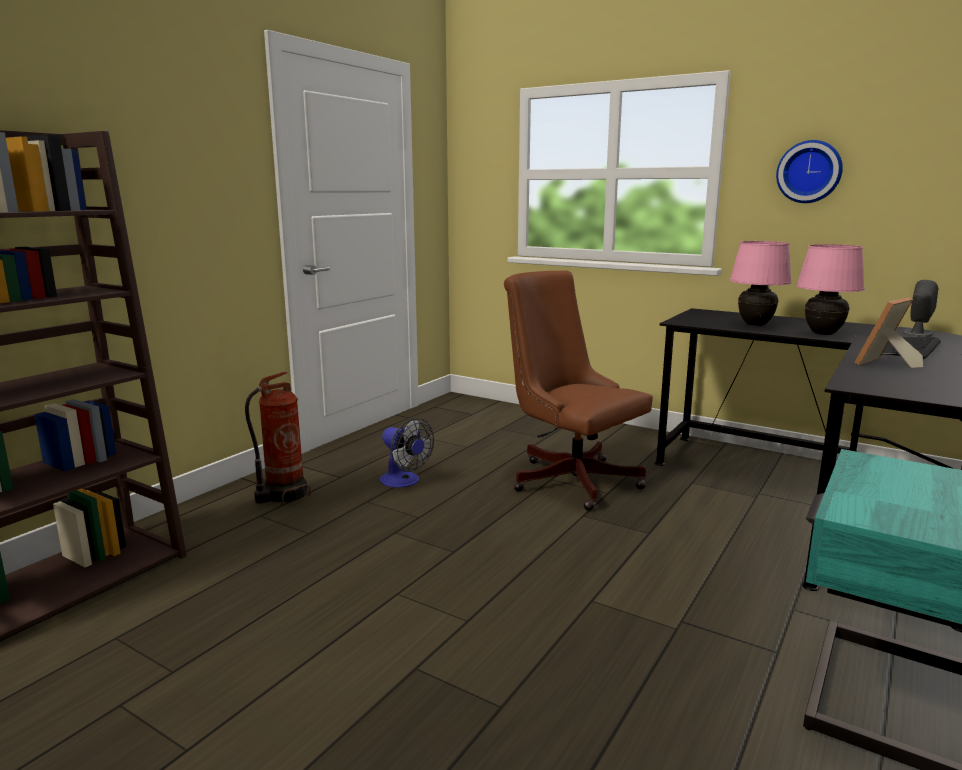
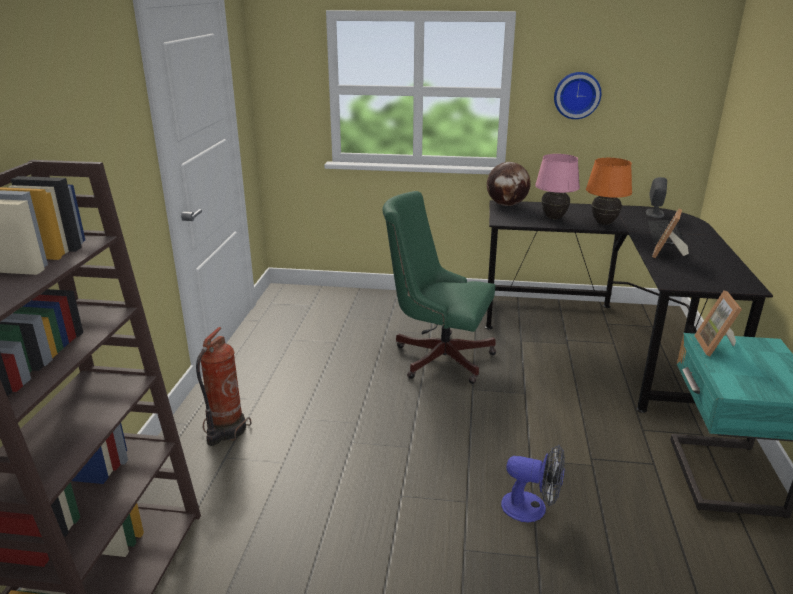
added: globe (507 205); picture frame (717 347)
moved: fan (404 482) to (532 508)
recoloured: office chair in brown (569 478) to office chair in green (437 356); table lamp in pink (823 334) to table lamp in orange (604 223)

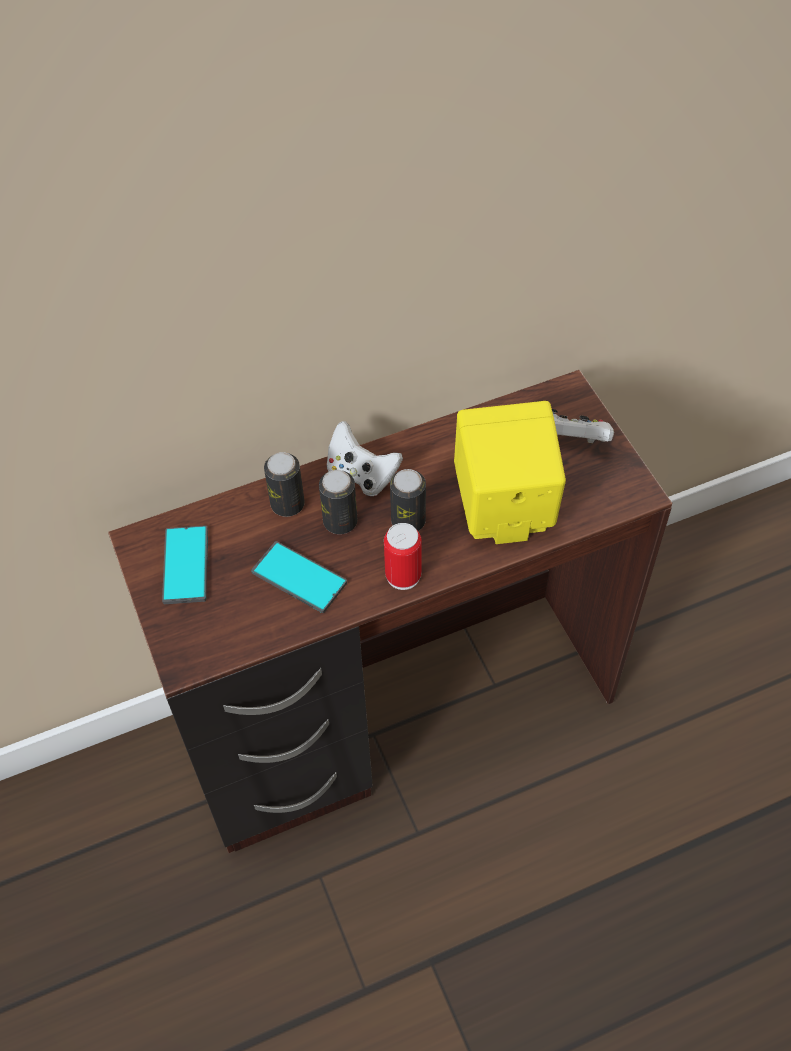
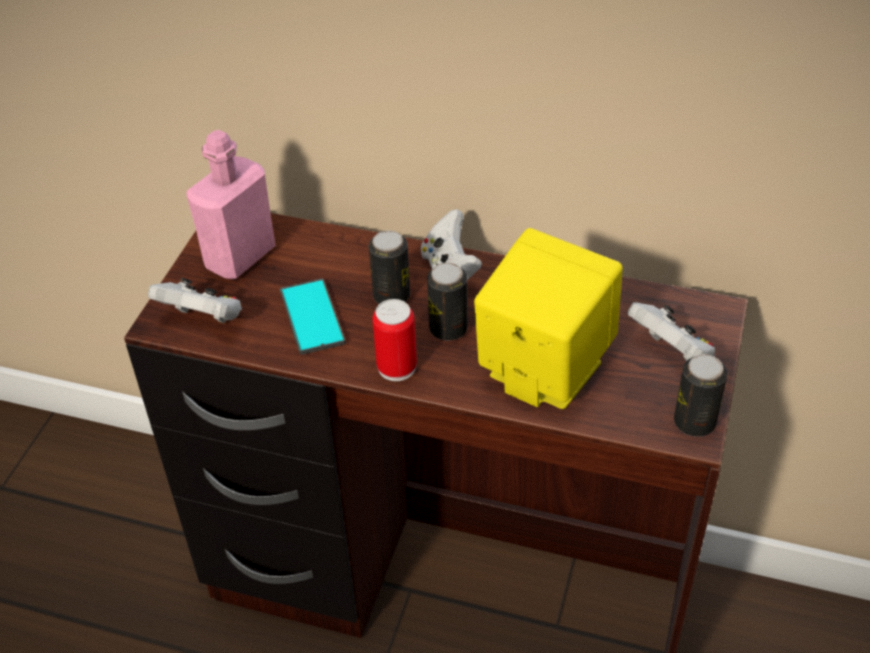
added: game controller in white (203 319)
moved: can (287 504) to (694 422)
replaced: phone (186 565) to bottle in pink (240 257)

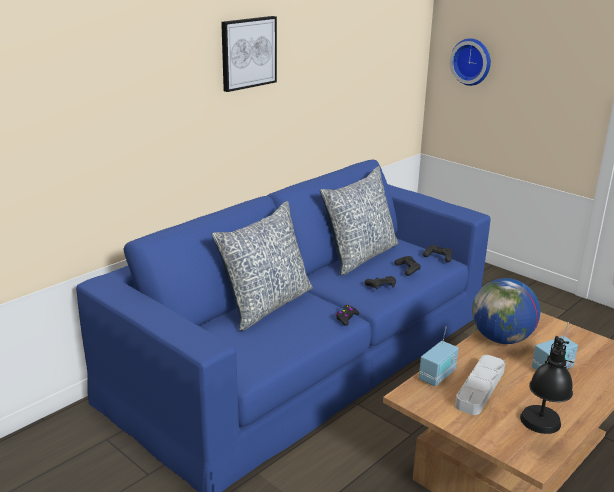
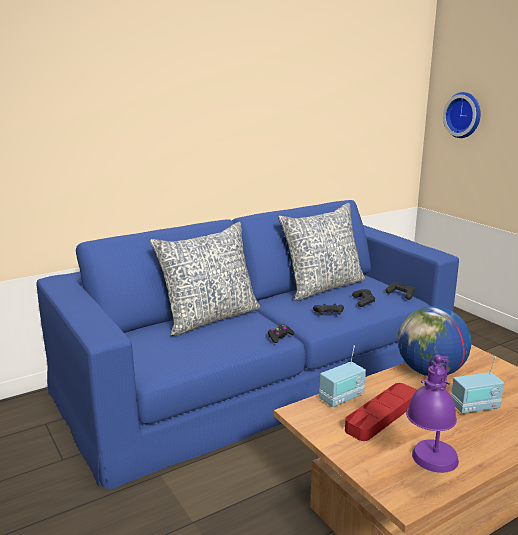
removed: picture (248 53)
recoloured: tray in grey (480 388) to tray in red (382 415); table lamp in black (541 432) to table lamp in purple (430 469)

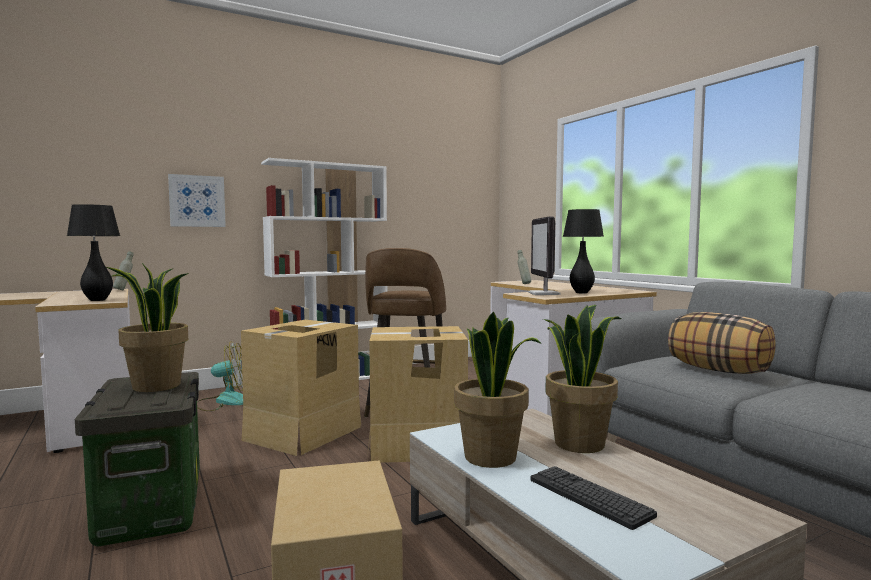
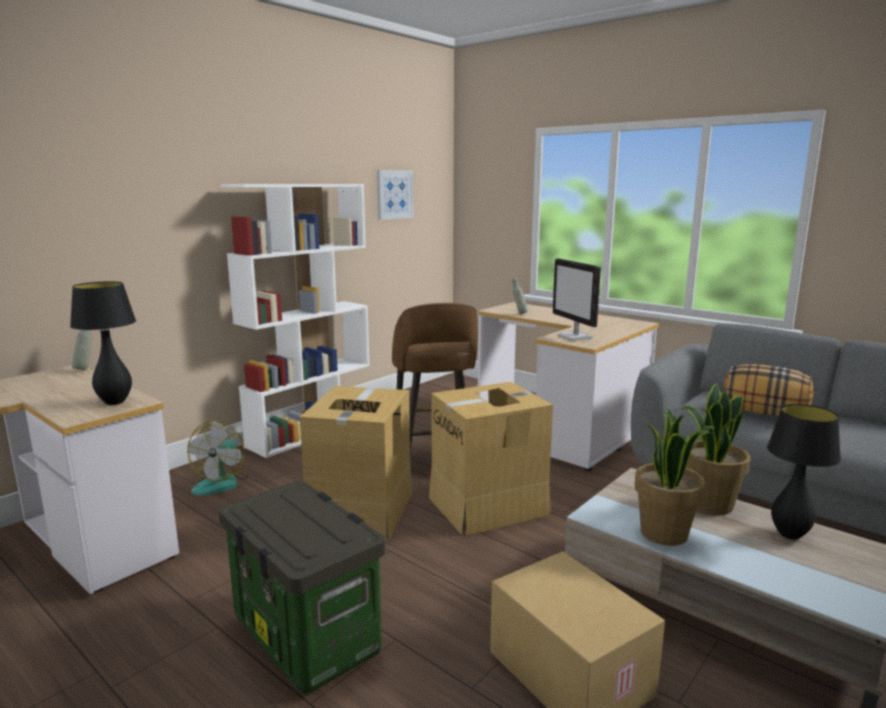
removed: potted plant (156 386); keyboard (589 497)
moved: picture (197 201) to (394 194); table lamp in black (581 293) to (789 534)
turned: fan (224 401) = (221 482) 135 degrees clockwise

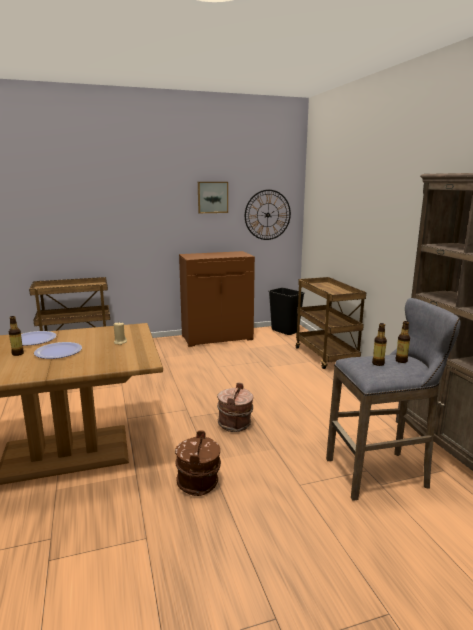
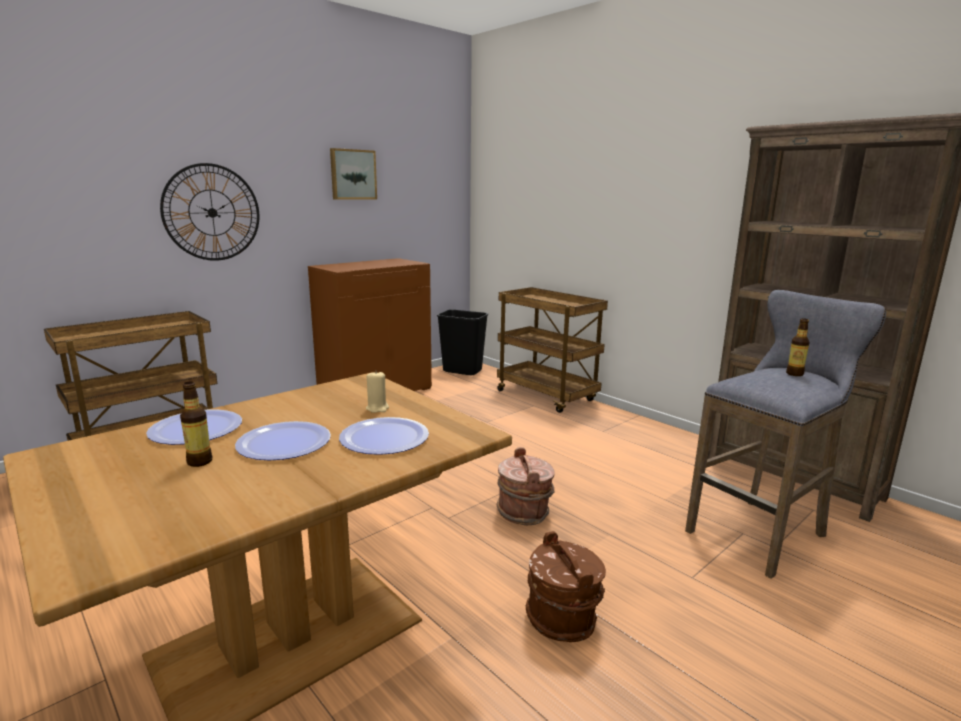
removed: bottle (378 363)
added: plate (384 438)
moved: wall clock (267 215) to (212 212)

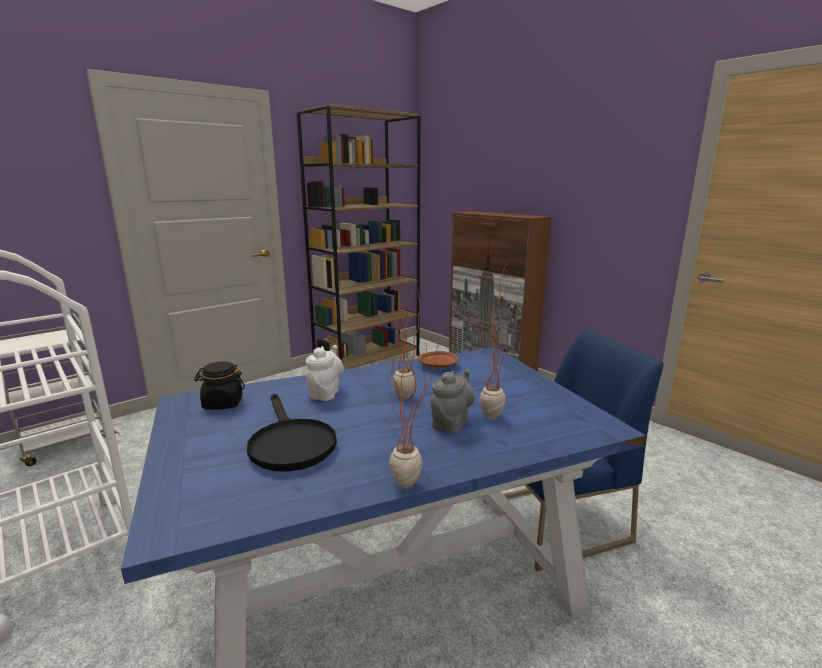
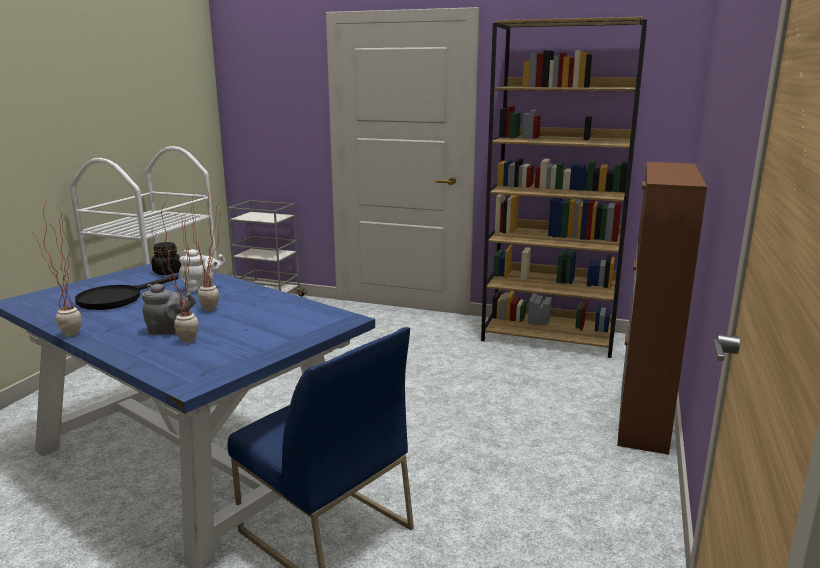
removed: plate in brown (439 365)

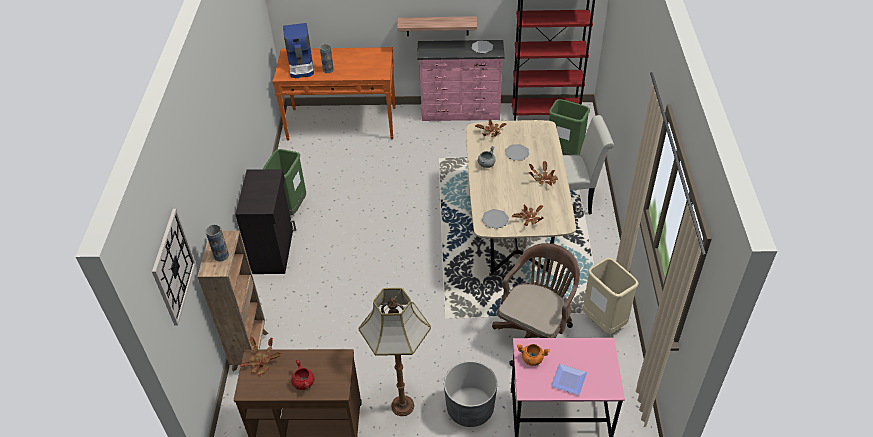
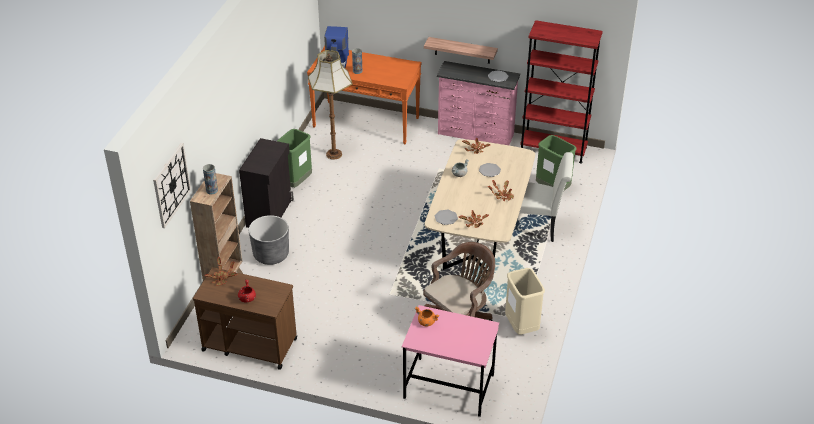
removed: plate (570 380)
moved: floor lamp (402 405) to (334 154); planter in grey (470 408) to (271 254)

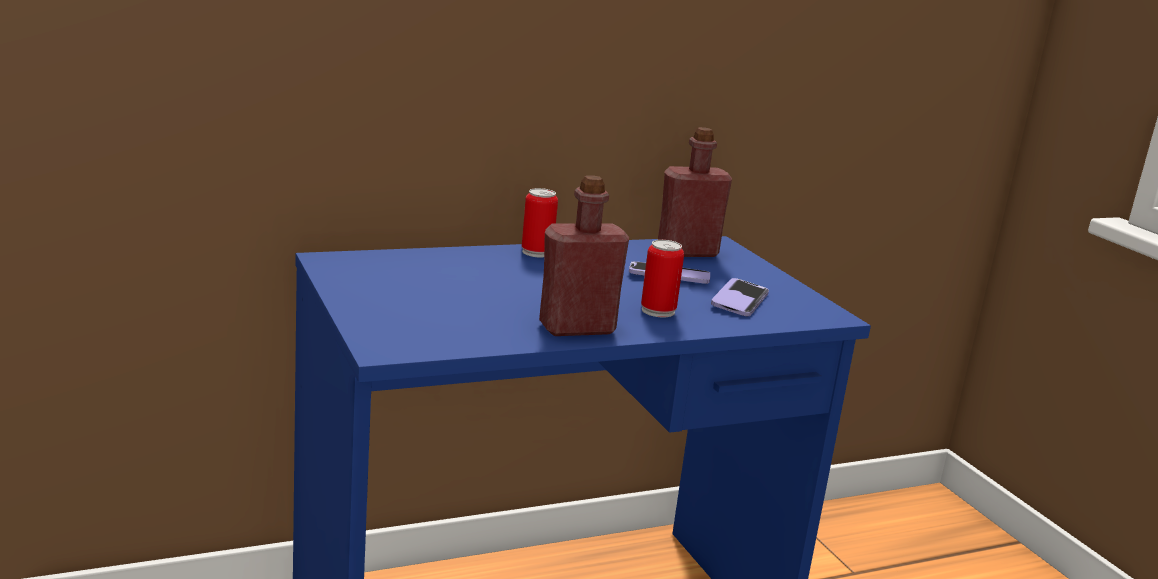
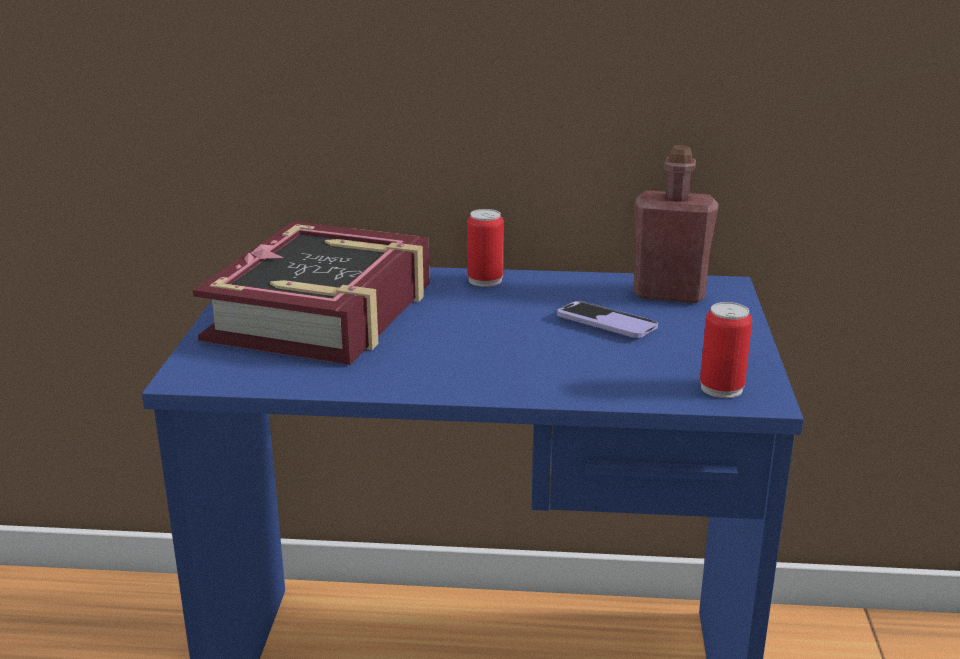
removed: bottle in red (577 328); phone (740 300)
added: book (323 312)
moved: can (658 311) to (721 388)

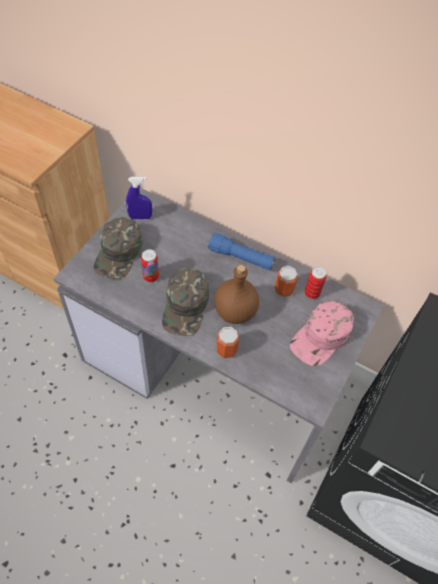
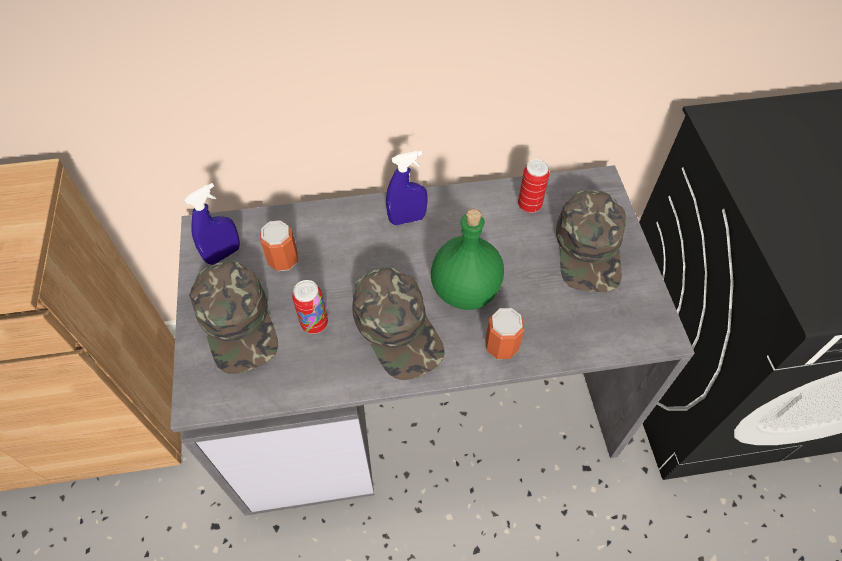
moved: can (284 289) to (283 260)
replaced: flashlight in blue (241 257) to spray bottle in blue (407 219)
recoloured: bottle in brown (235 312) to bottle in green (466 291); cap in pink (321 337) to cap in green (590 249)

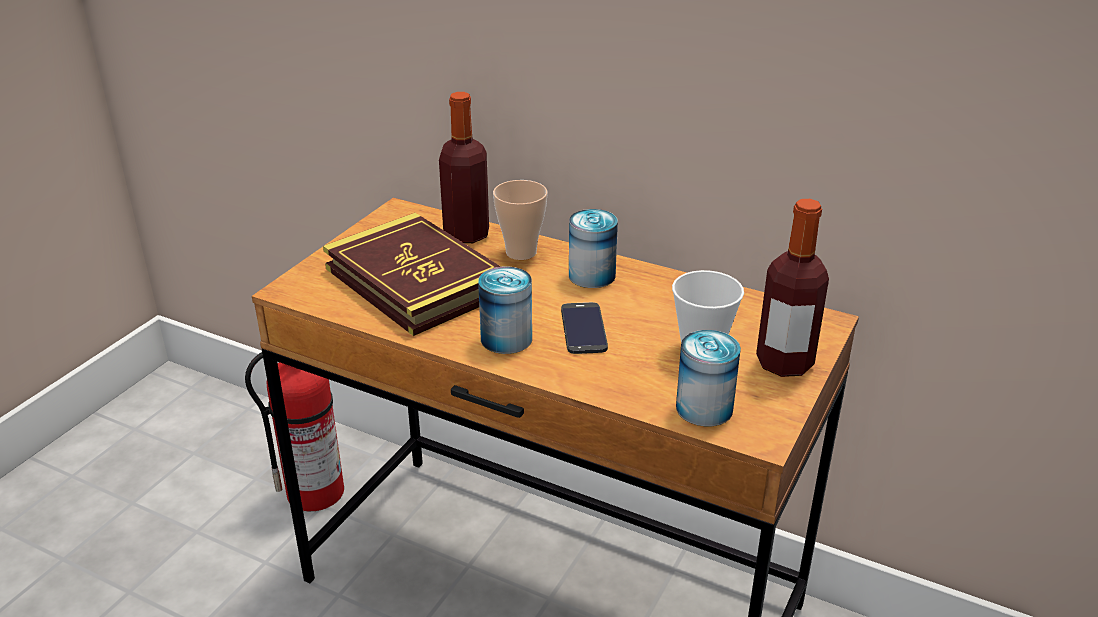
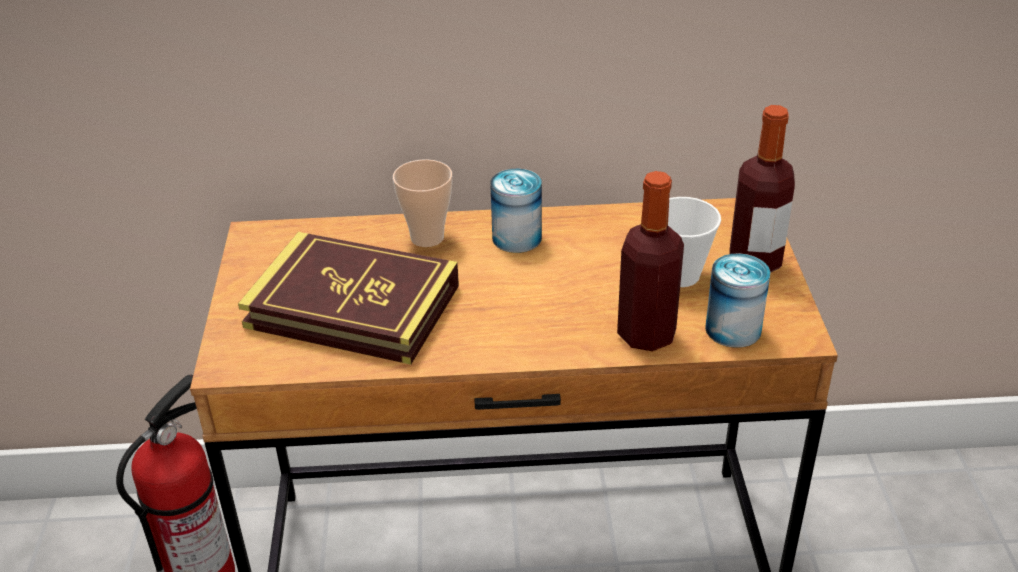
removed: can (506 339); phone (584 328)
moved: bottle (466 234) to (646 334)

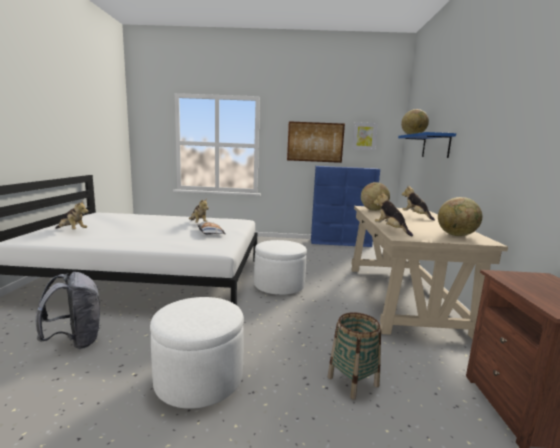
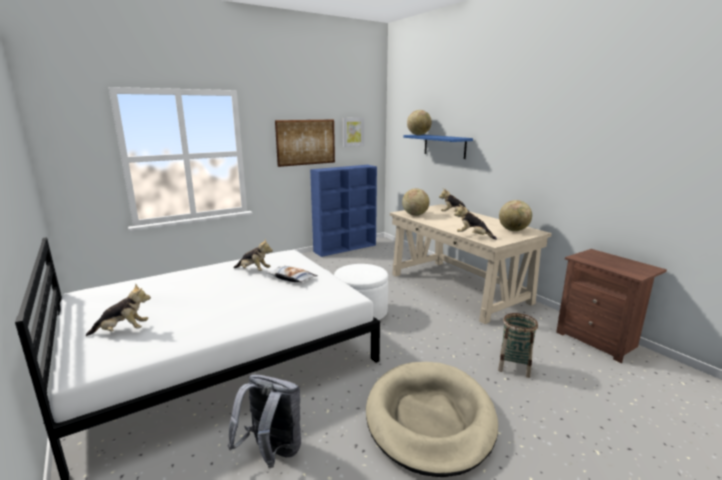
replaced: ottoman in white (199 378) to dog bed in beige (429 418)

